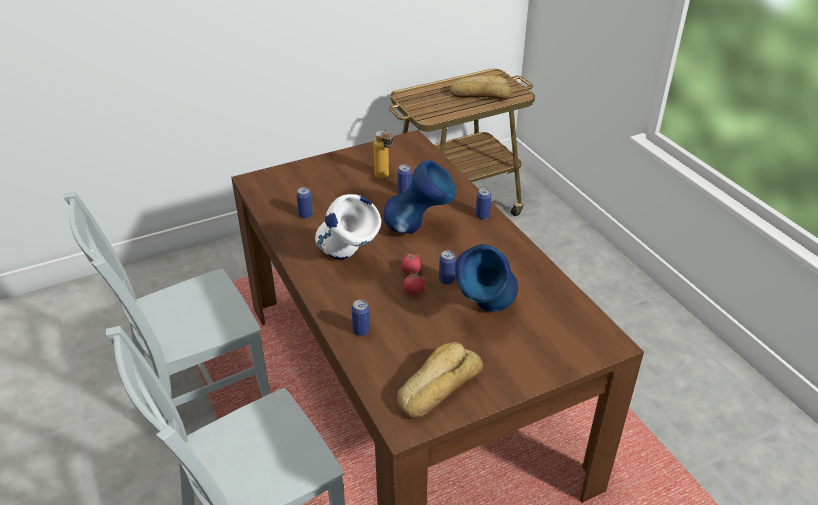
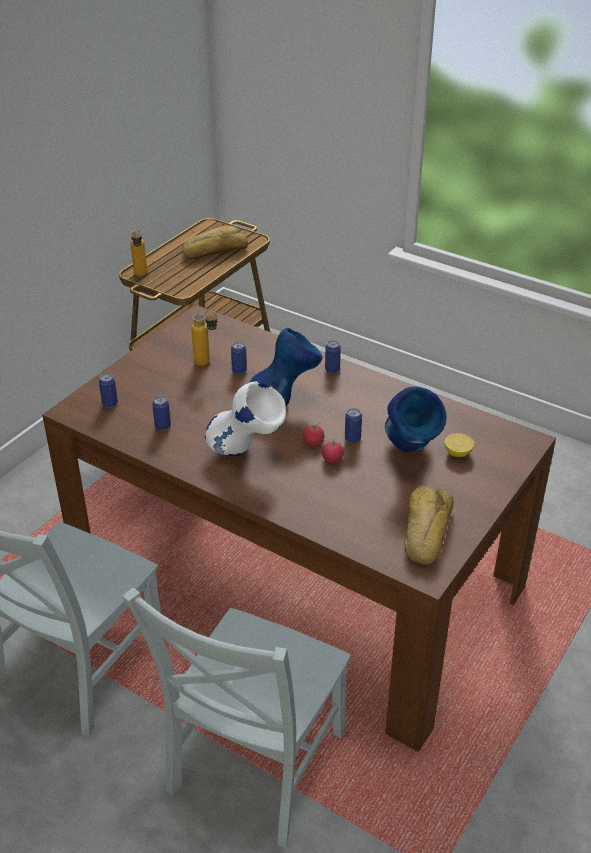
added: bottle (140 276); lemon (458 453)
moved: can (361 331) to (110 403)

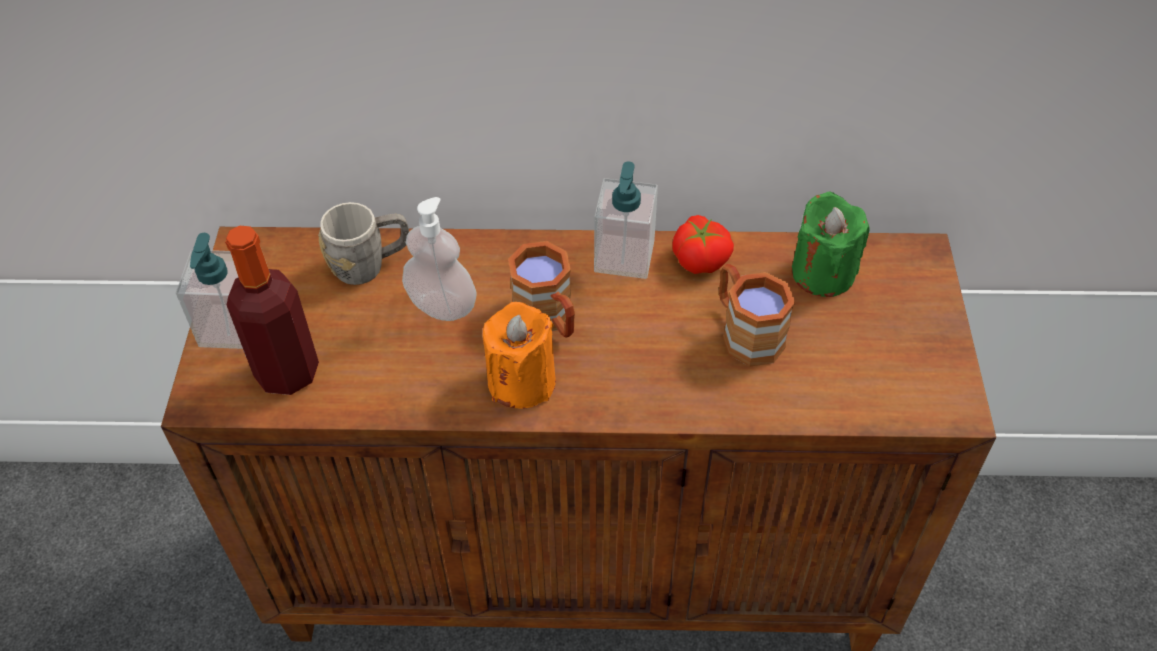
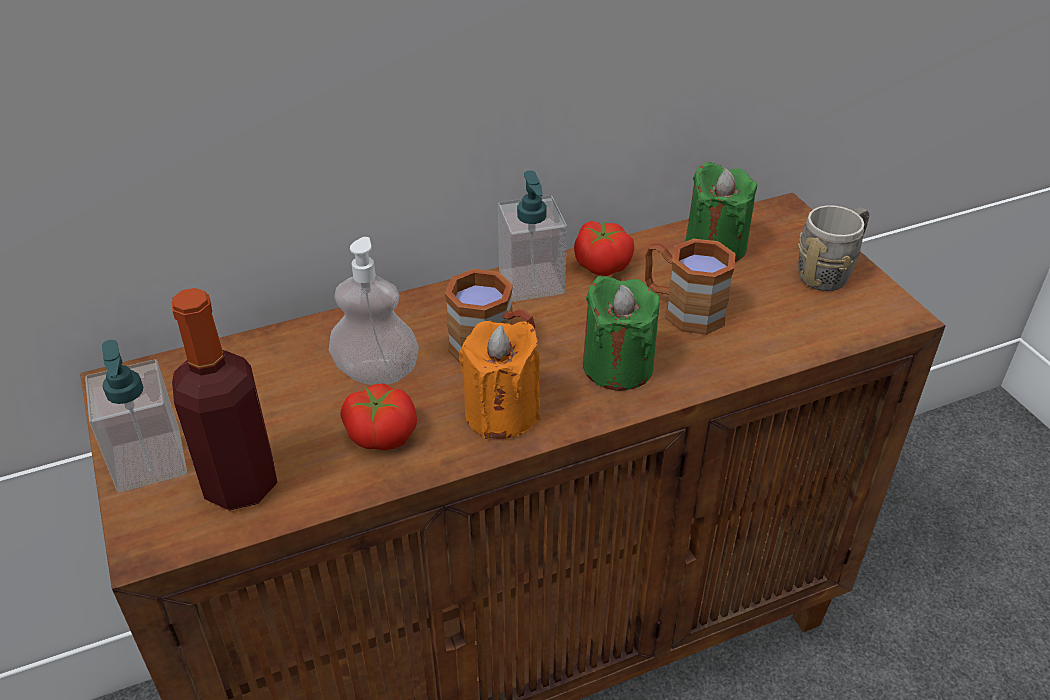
added: tomato (381 433); candle in green (617 366)
moved: mug in grey (370 265) to (829 272)

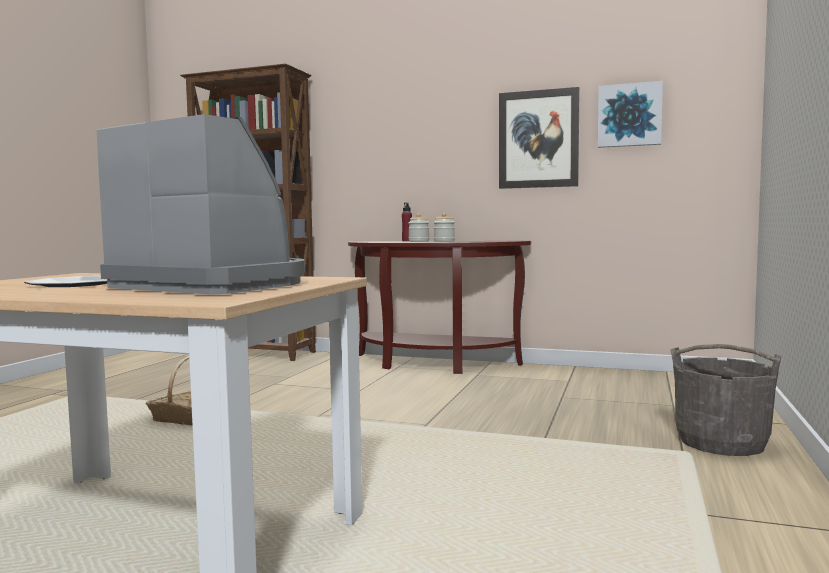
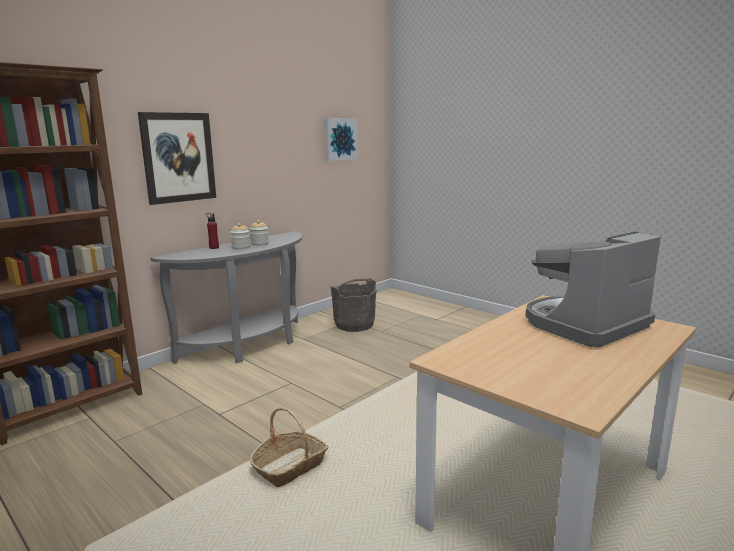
removed: plate (76 284)
moved: picture (538 139) to (178 157); bucket in grey (721 442) to (354 324)
recoloured: console table in brown (430 364) to console table in grey (250 345)

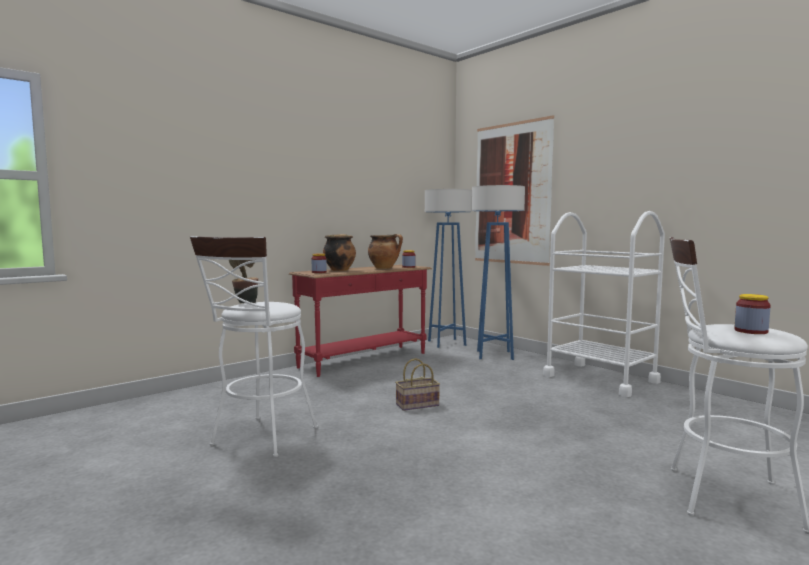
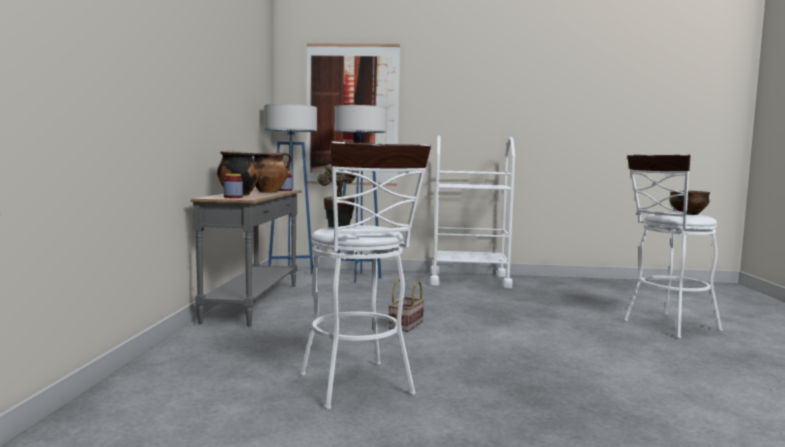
replaced: jar (751 331) to bowl (688 214)
recoloured: console table in red (364 360) to console table in grey (255 302)

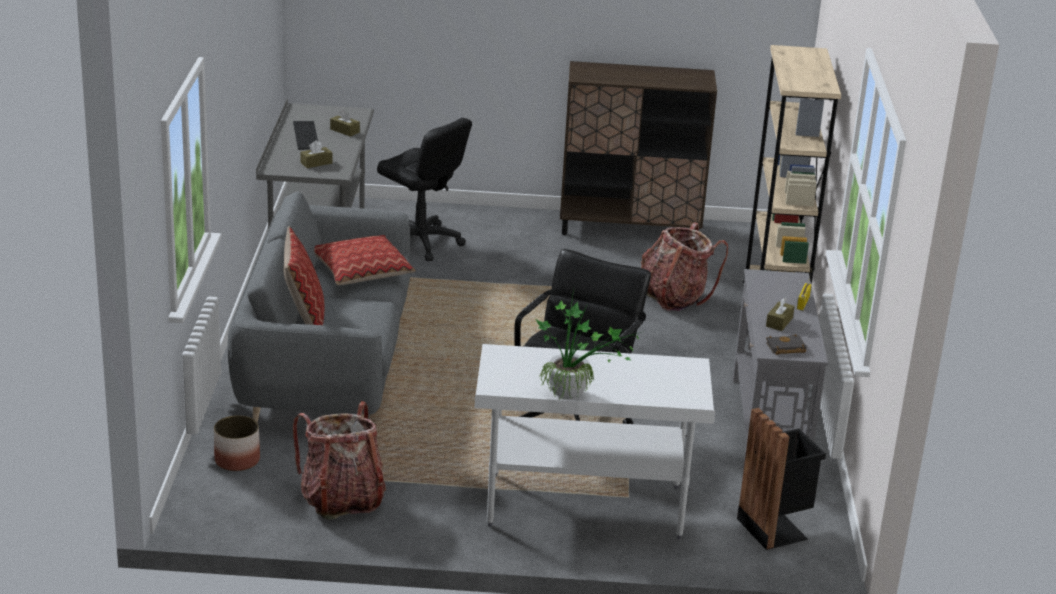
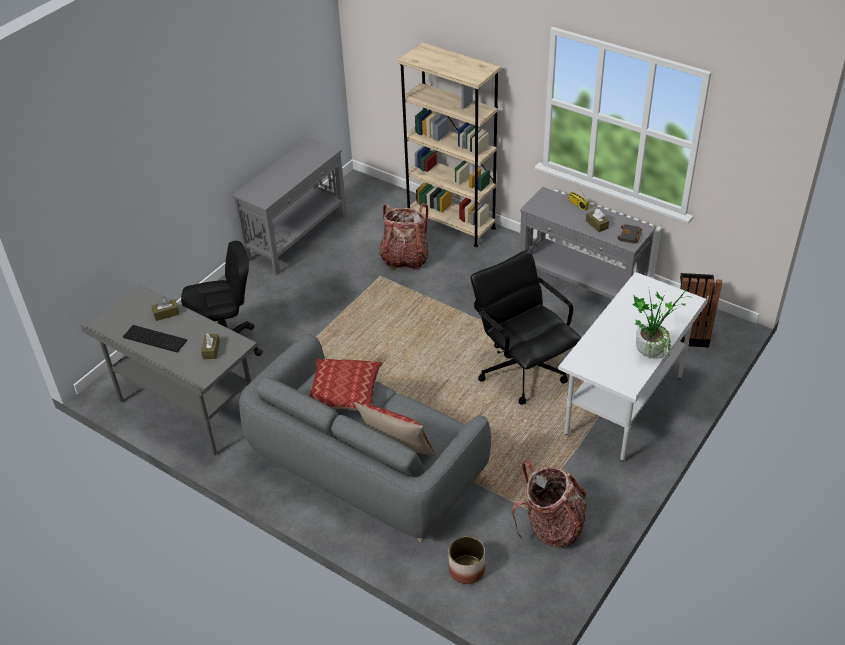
replaced: cabinet in brown (630 228) to console table in grey (298 237)

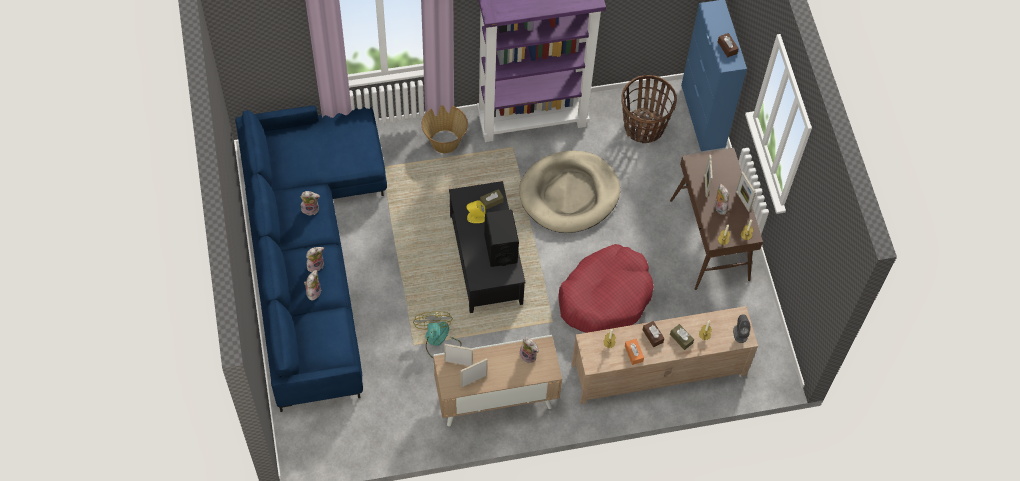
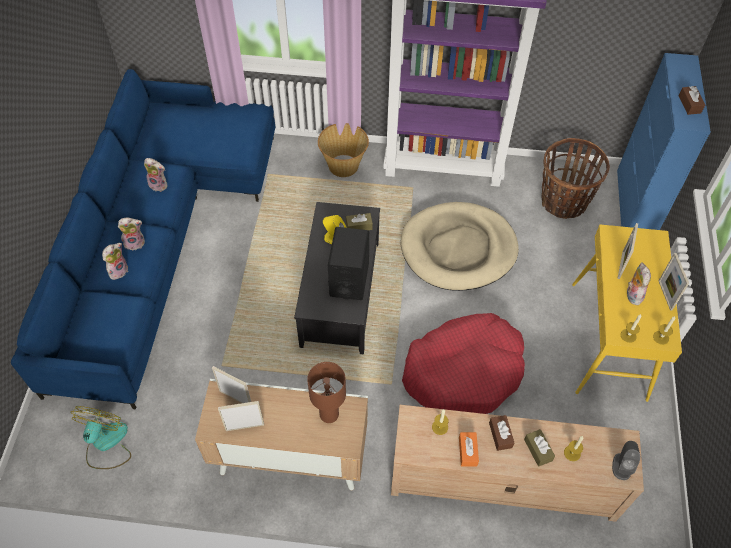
moved: fan (438 340) to (106 444)
replaced: plush toy (529 355) to table lamp in brown (328 414)
recoloured: console table in brown (710 240) to console table in yellow (608 341)

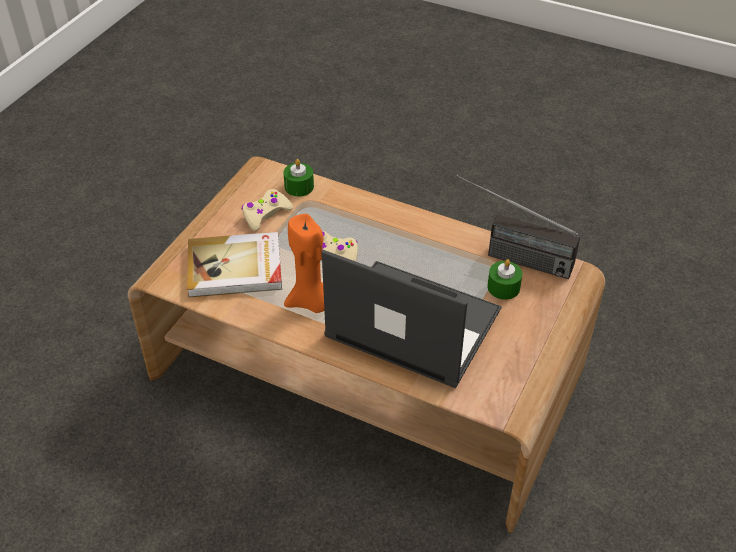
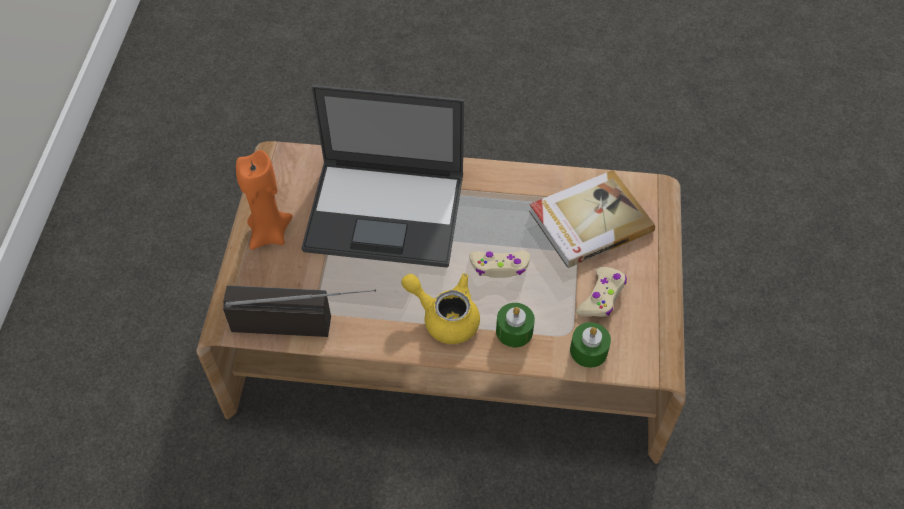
added: teapot in yellow (444 317)
moved: candle in orange (310 302) to (269 233); candle in green (503 287) to (514 331)

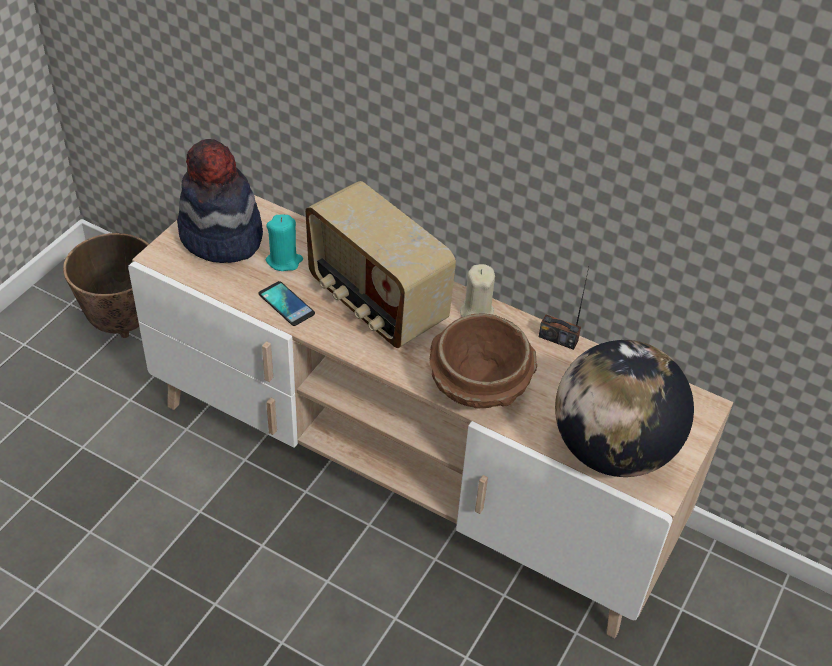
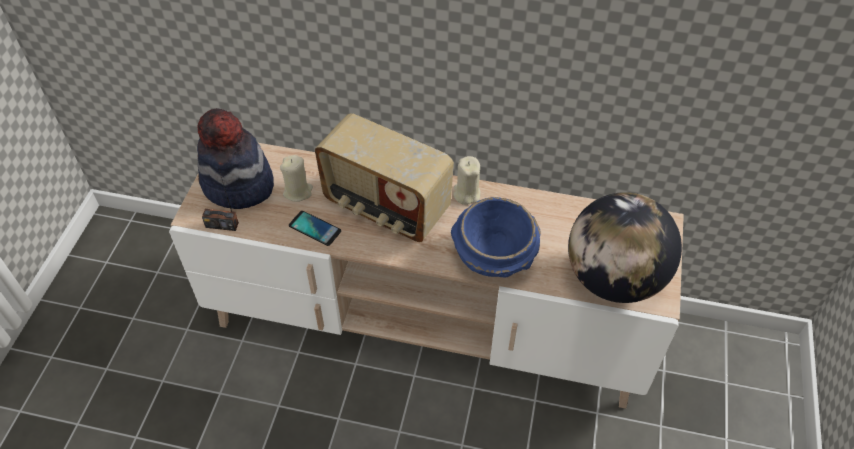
removed: planter (122 321)
moved: radio (558 338) to (222 225)
recoloured: candle in turquoise (284 261) to candle in beige (298 192); bowl in brown (479 387) to bowl in blue (494 256)

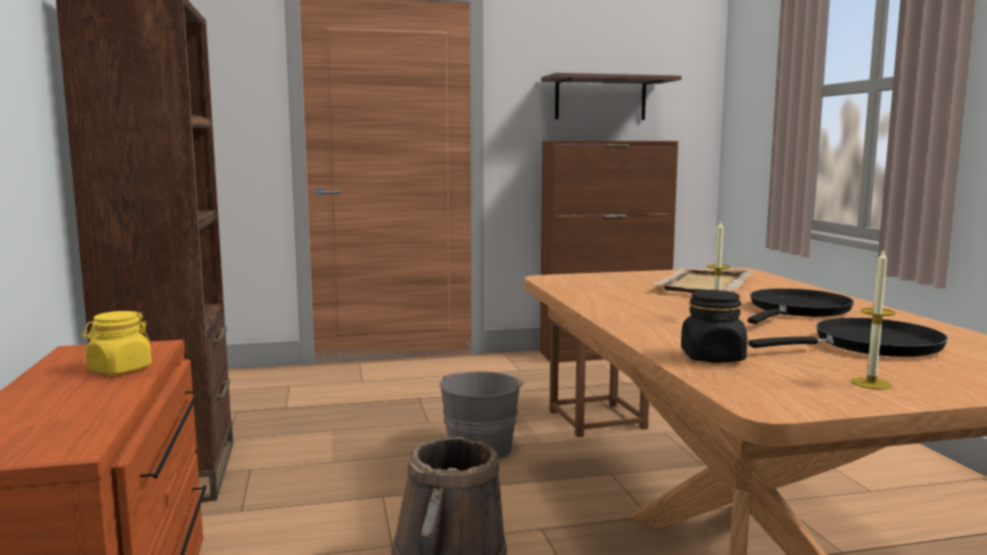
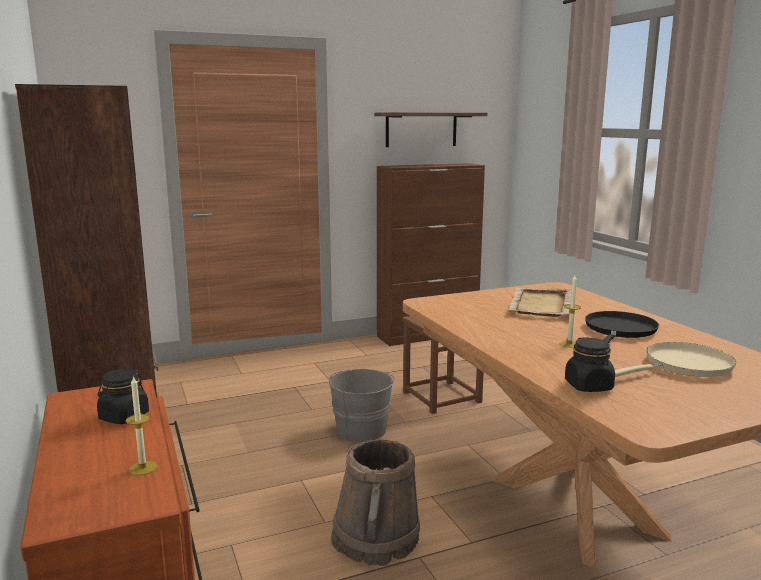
moved: candle (871 383) to (143 468)
recoloured: jar in yellow (119 369) to jar in black (124 417); frying pan in black (869 345) to frying pan in beige (683 366)

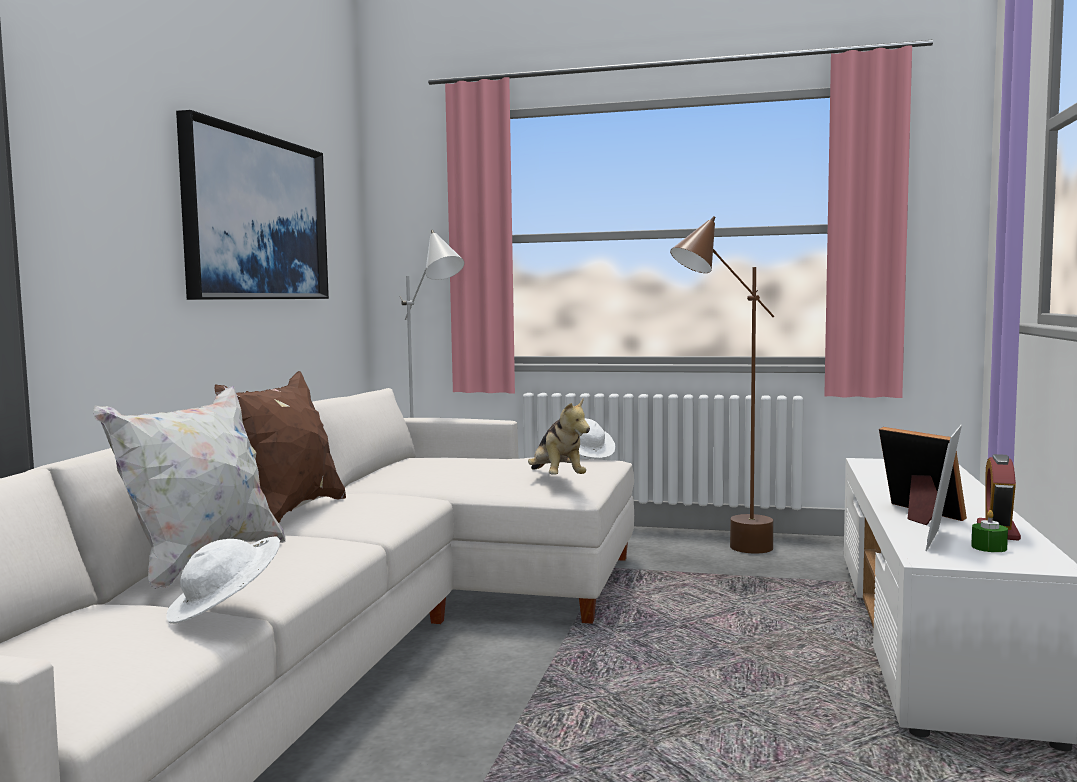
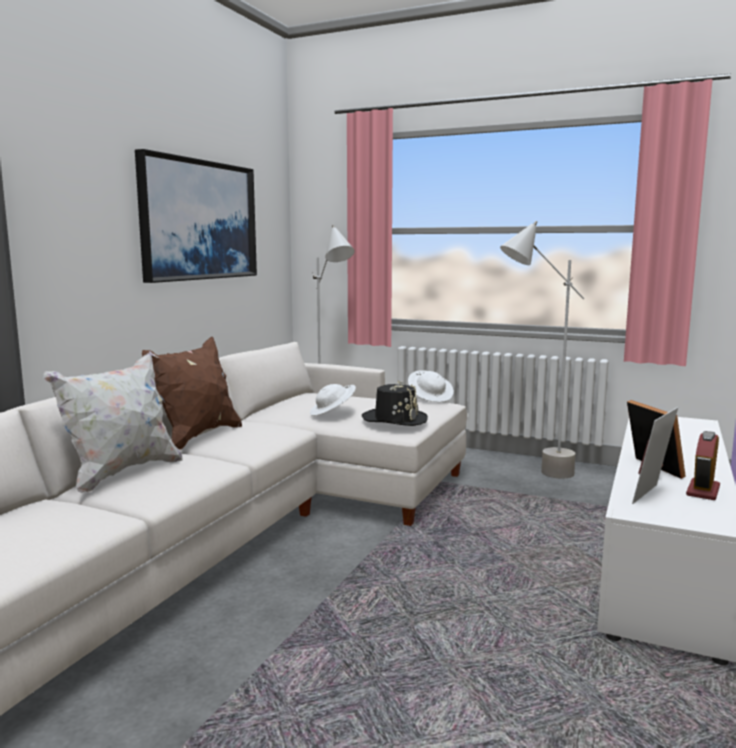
removed: candle in green (989 547)
moved: hat in white (226 609) to (333 413)
replaced: plush toy (557 479) to hat in black (395 419)
recoloured: floor lamp in brown (723 552) to floor lamp in grey (534 476)

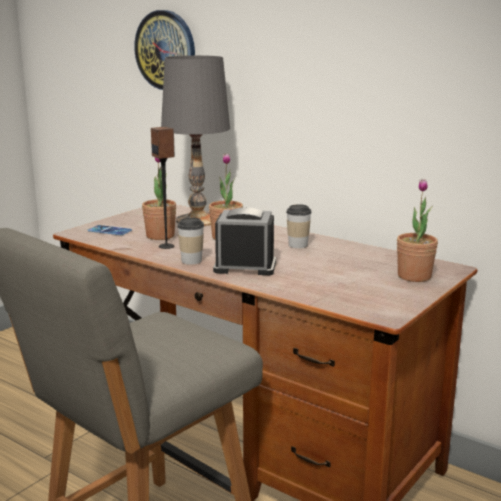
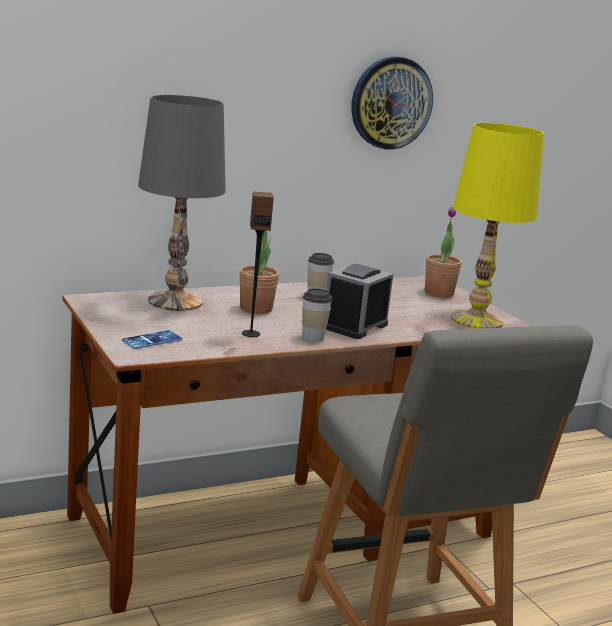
removed: potted plant (160 236)
added: table lamp in yellow (476 320)
moved: wall clock (165 50) to (391 103)

